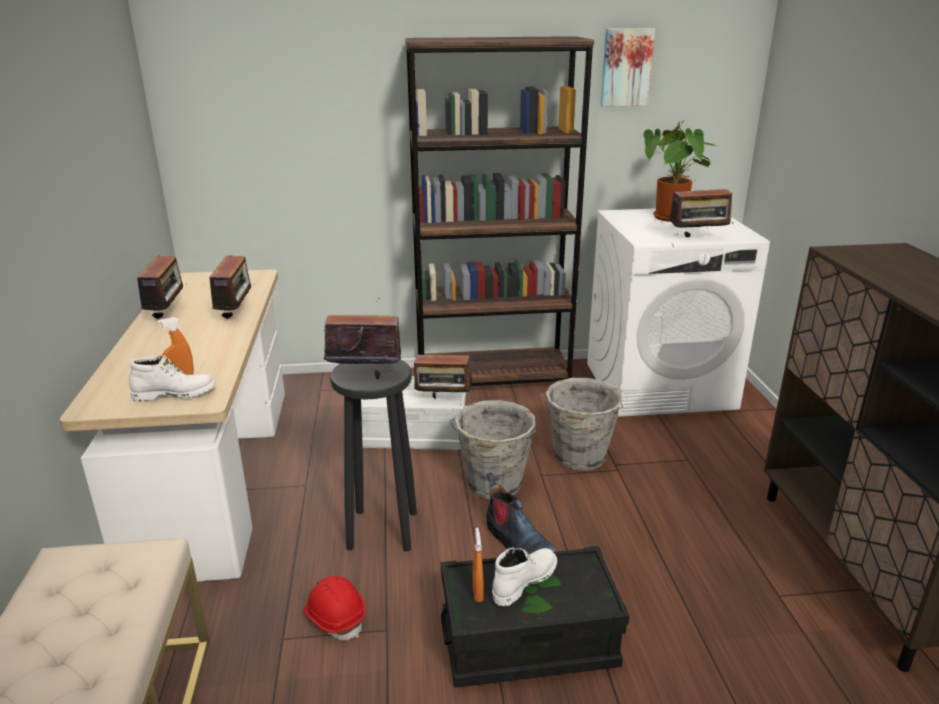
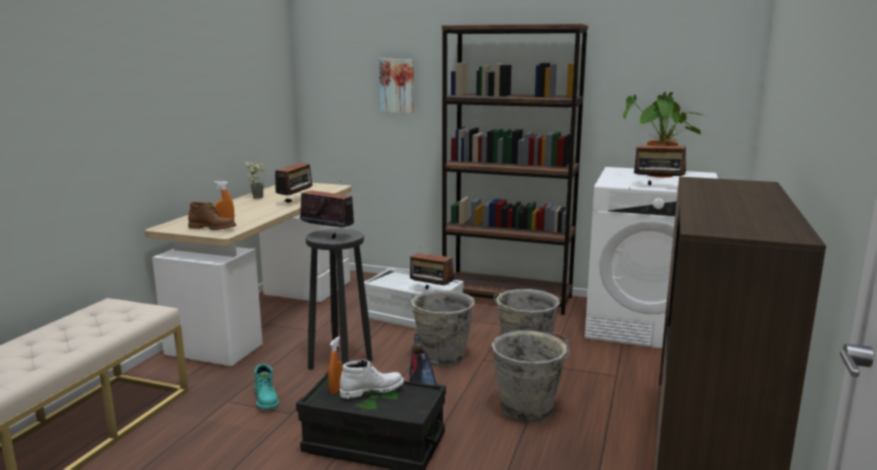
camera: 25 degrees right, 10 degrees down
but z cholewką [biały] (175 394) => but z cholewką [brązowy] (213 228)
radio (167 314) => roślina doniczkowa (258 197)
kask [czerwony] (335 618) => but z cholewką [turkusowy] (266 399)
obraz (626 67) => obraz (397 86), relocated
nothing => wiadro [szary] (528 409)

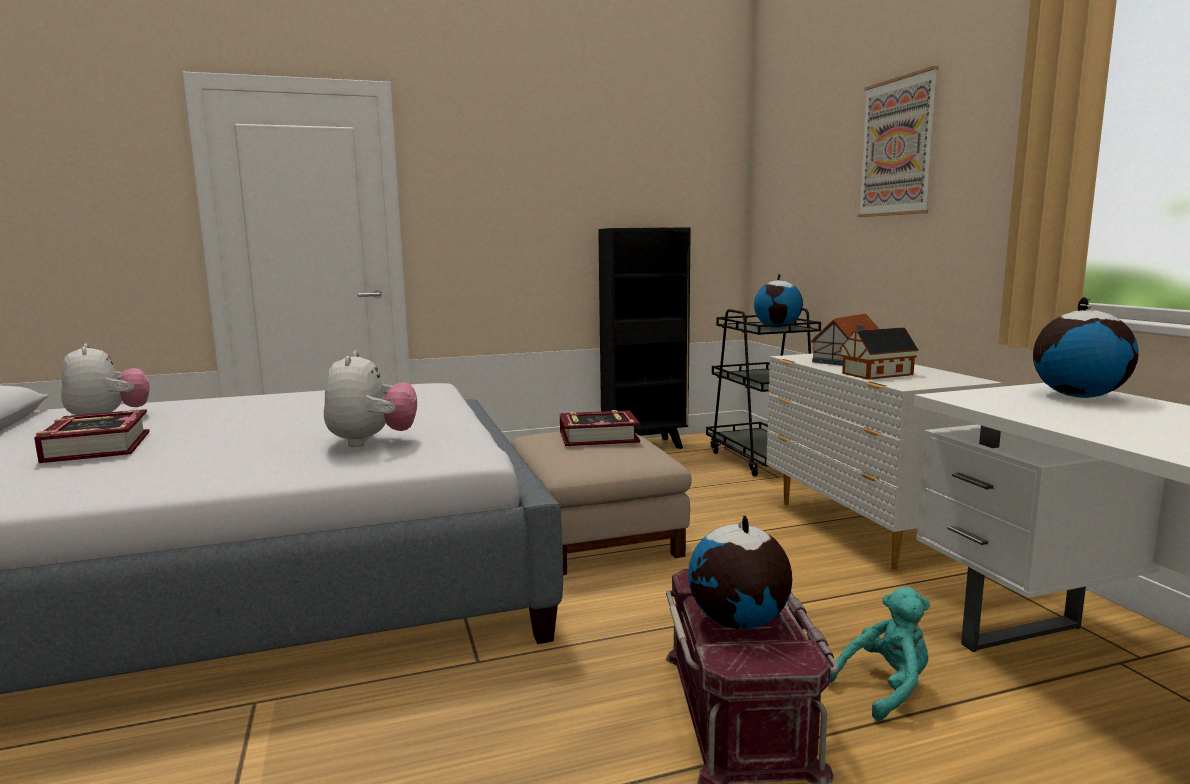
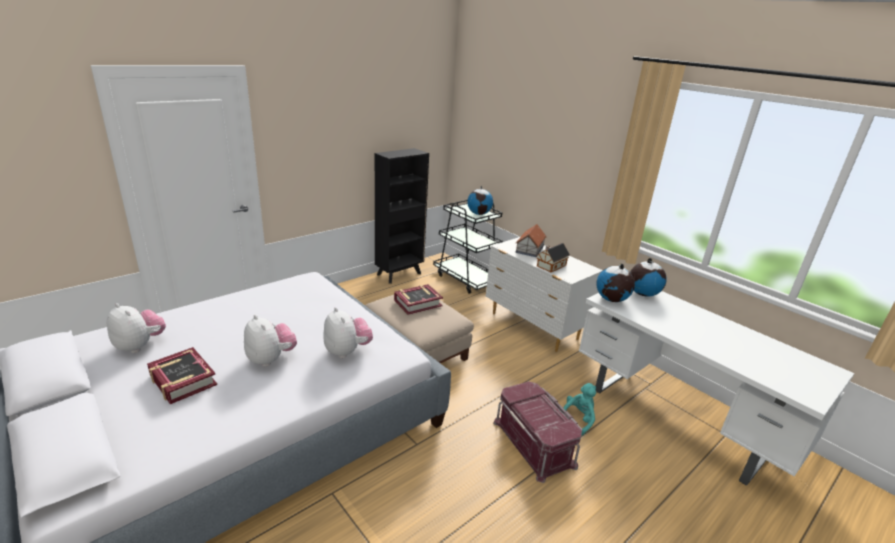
camera: 25 degrees left, 15 degrees up
globus (738 623) => globus (611 299), relocated
obraz (897 147) => nothing
nothing => pluszak (271 359)

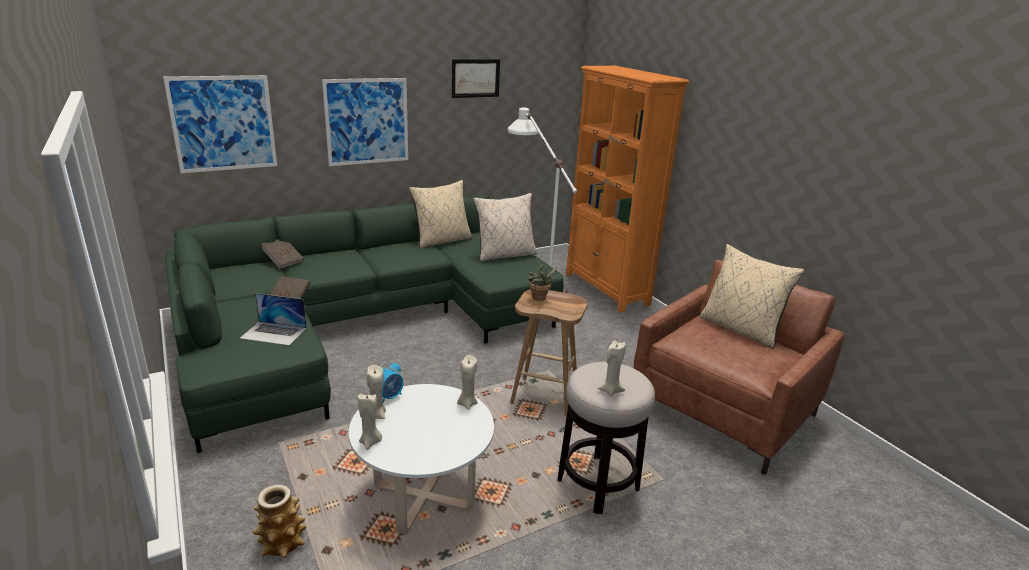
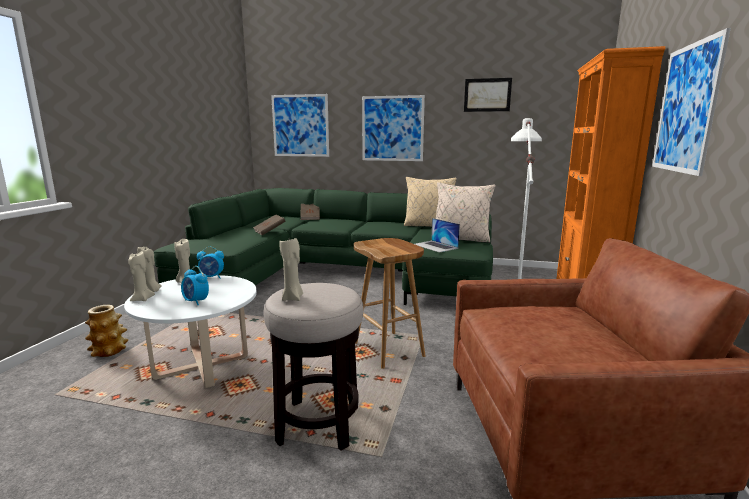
camera: 45 degrees right, 10 degrees down
laptop (274 333) => laptop (435 246), relocated
świeca [beżowy] (467 403) => świeca [beżowy] (142 299), relocated
roślina doniczkowa (540 299) => nothing
poduszka [beżowy] (740 329) => nothing
nothing => budzik (196 301)
nothing => obraz (686 108)

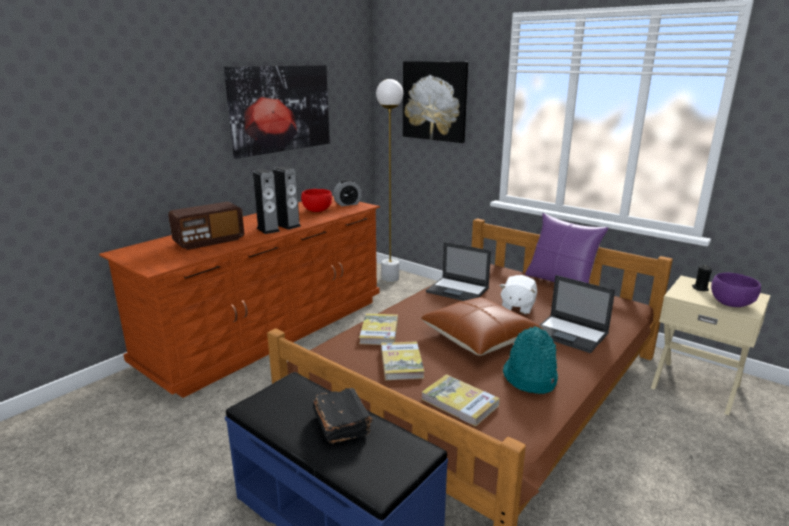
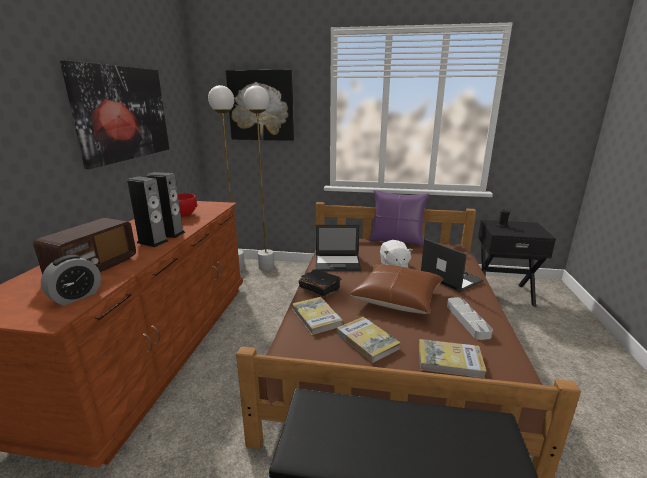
camera: 30 degrees left, 0 degrees up
książka [czarny] (342 424) => książka [czarny] (319 289), relocated
budzik (347 204) => budzik (76 296), relocated
kapelusz [turkusowy] (529 377) => taca [szary] (467 320)
laptop (570 334) => laptop (450 277), 135 degrees counterclockwise
szafka nocna [beżowy] (696 385) => szafka nocna [czarny] (502 293)
miska [fioletowy] (730 304) => nothing
nothing => lampa stojąca [biały] (266 267)

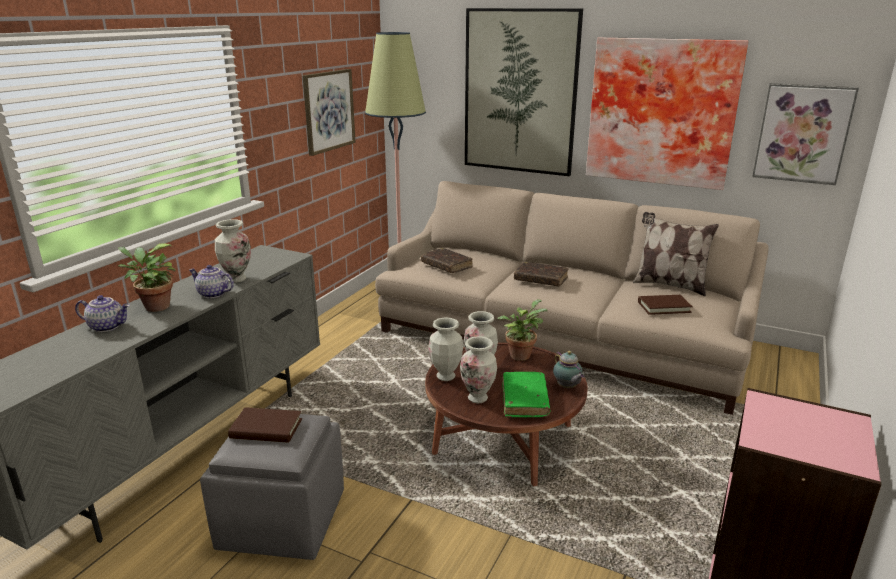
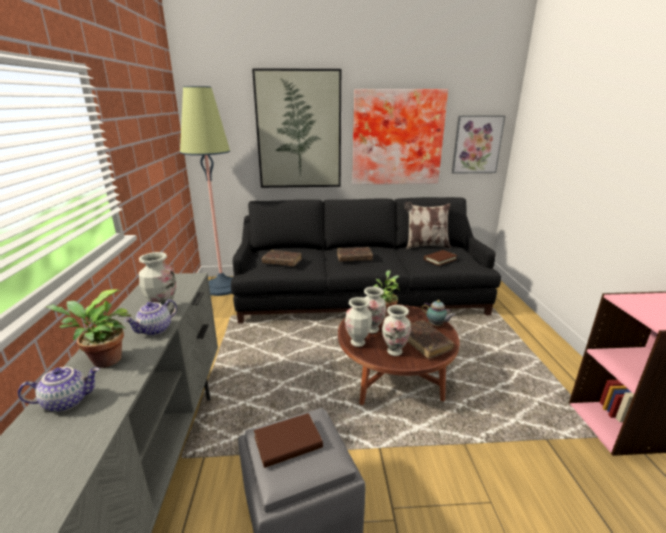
camera: 30 degrees left, 0 degrees up
imbryk (212 294) => imbryk (155 330), 45 degrees counterclockwise
obraz (328 111) => nothing
kanapa [beżowy] (560 338) => kanapa [czarny] (360 295)
książka [zielony] (525 400) => książka [brązowy] (425 343)

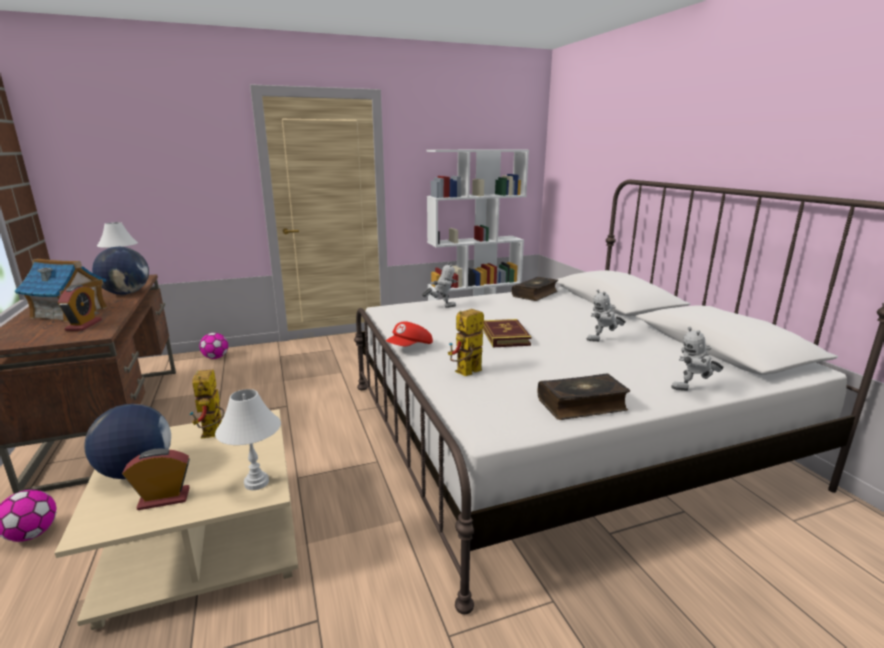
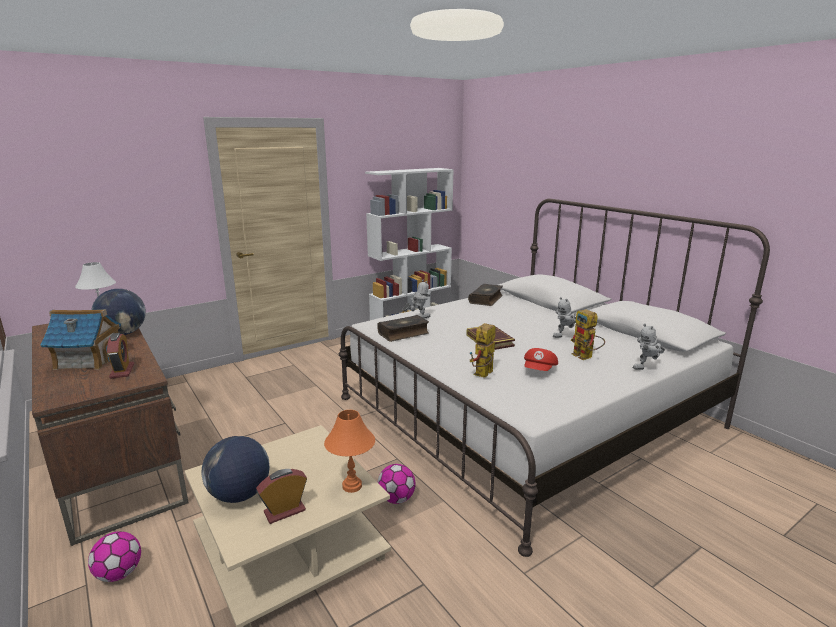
camera: 15 degrees left, 0 degrees up
robot zabawkowy (213 434) => robot zabawkowy (586 357), relocated
piłka futbolowa (216 357) => piłka futbolowa (396 499), relocated
lampa stołowa [biały] (256 482) => lampa stołowa [pomarańczowy] (351 486)
czapka z daszkiem [czerwony] (410 348) => czapka z daszkiem [czerwony] (539 370), relocated
książka (582 405) => książka (403 333), relocated

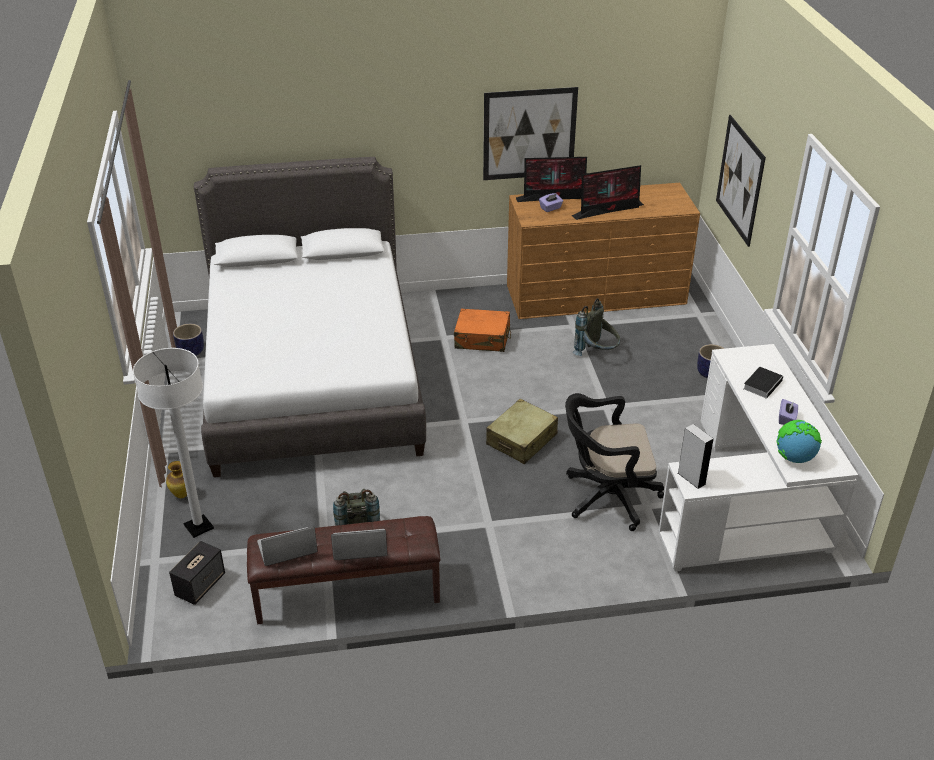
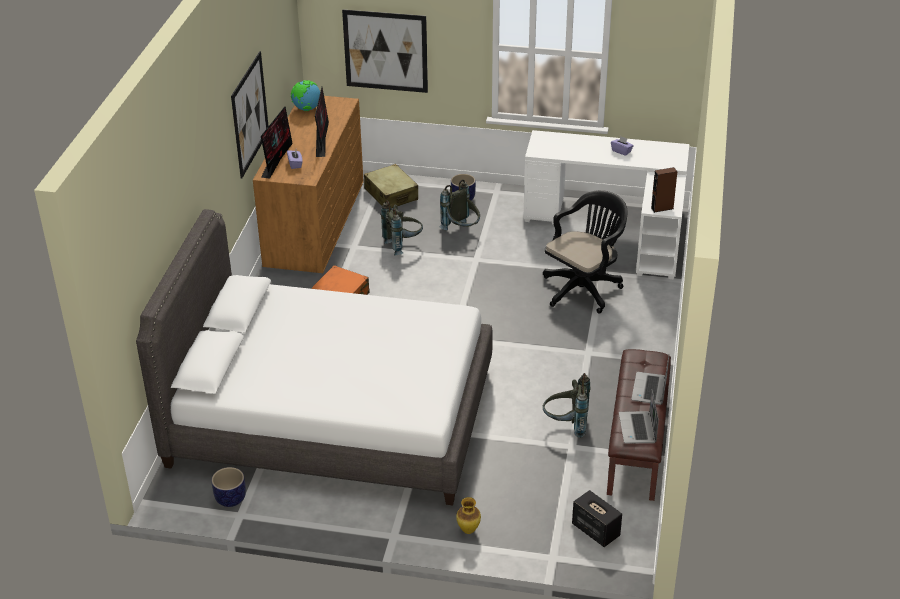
camera: 70 degrees left, 0 degrees up
lampa stojąca [biały] (198 527) => nothing
walizka [beżowy] (522 440) => walizka [beżowy] (391 194), relocated
krzesło biurowe [czarny] (606 497) => krzesło biurowe [czarny] (584 288), 150 degrees counterclockwise
głośnik [szary] (691 478) => głośnik [brązowy] (662 208)
książka (762 384) => nothing
globus (794 458) => globus (306 109), relocated
nothing => plecak [szary] (462 230)

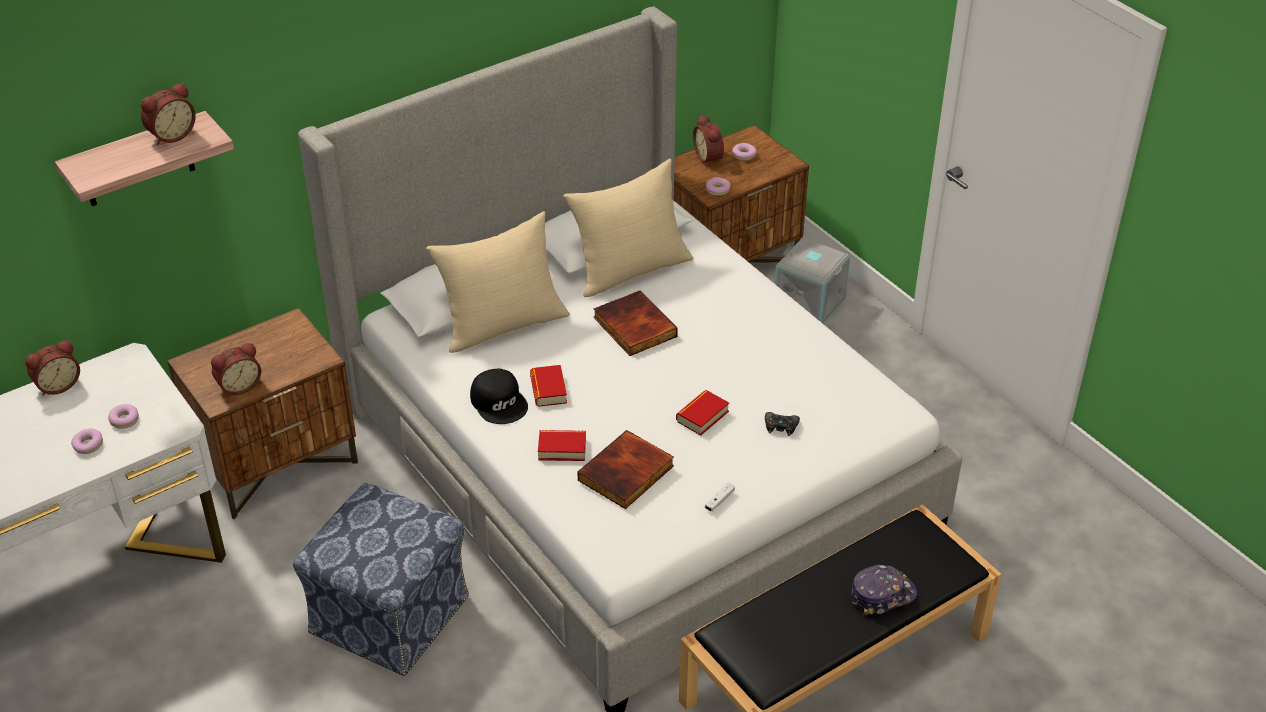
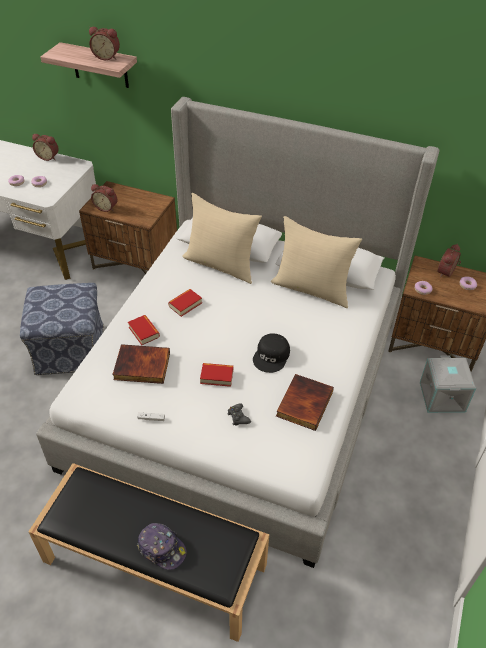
camera: 55 degrees right, 5 degrees up
czapka z daszkiem [czarny] (500 402) => czapka z daszkiem [czarny] (272 356), relocated
książka (633 327) => książka (303 403), relocated

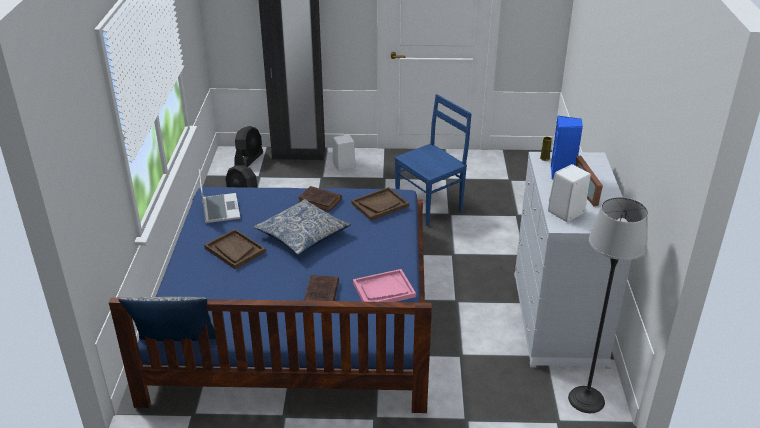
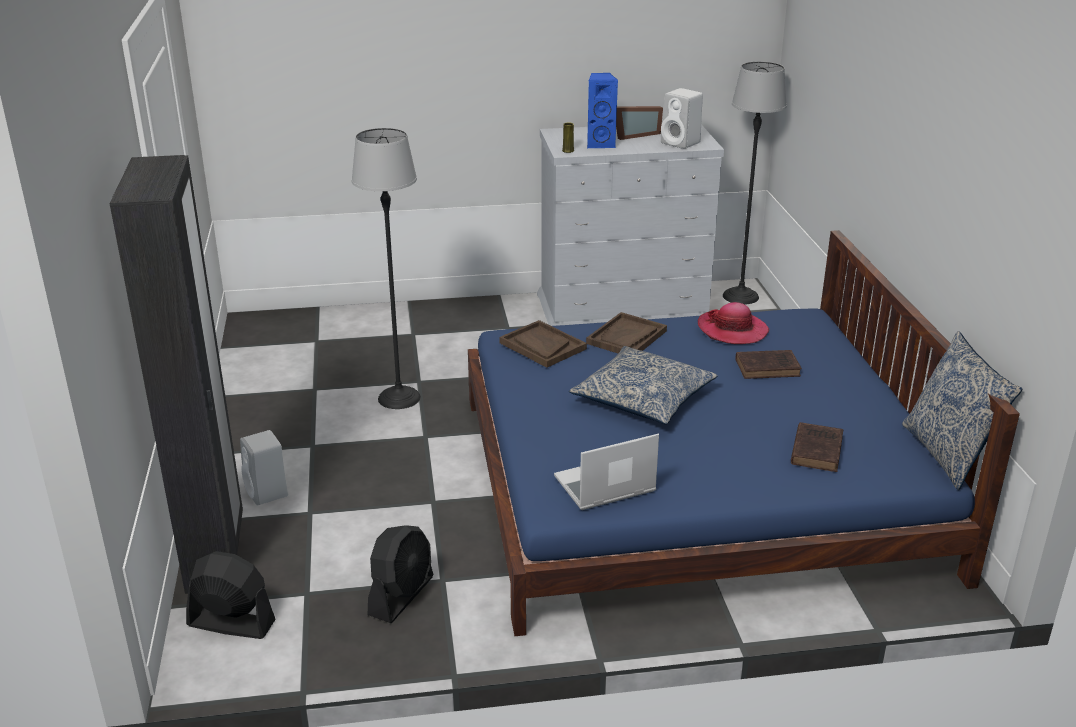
camera: 100 degrees left, 5 degrees down
taca [brązowy] (235 250) => taca [brązowy] (626 337), relocated
książka [brązowy] (321 201) => książka [brązowy] (816 450), relocated
taca [różowy] (383 290) => kapelusz (732 330)
krzesło [niebieski] (430 206) => lampa stojąca (399 397)

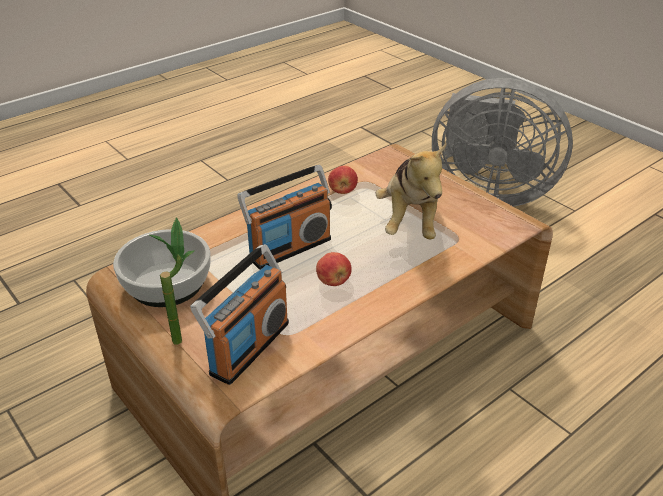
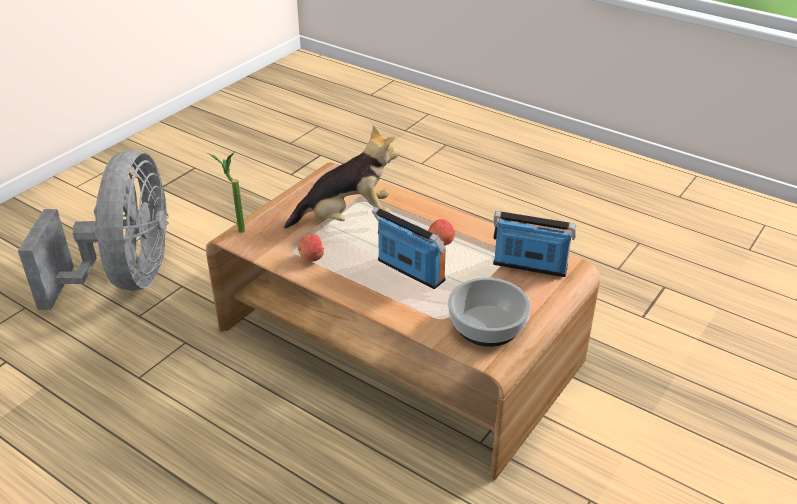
camera: 105 degrees left, 0 degrees up
roślina doniczkowa (184 335) => roślina doniczkowa (235 229), relocated

